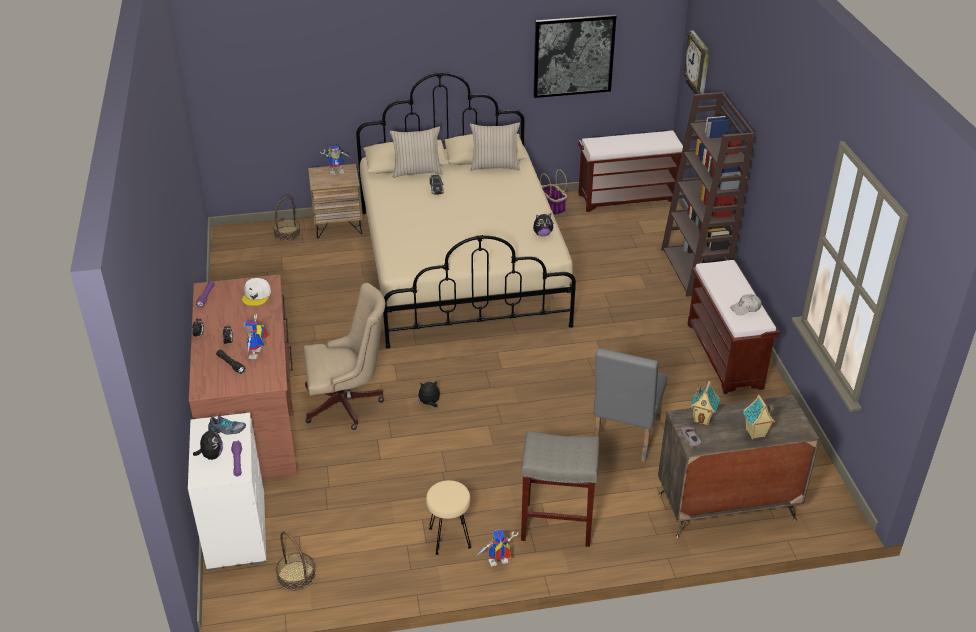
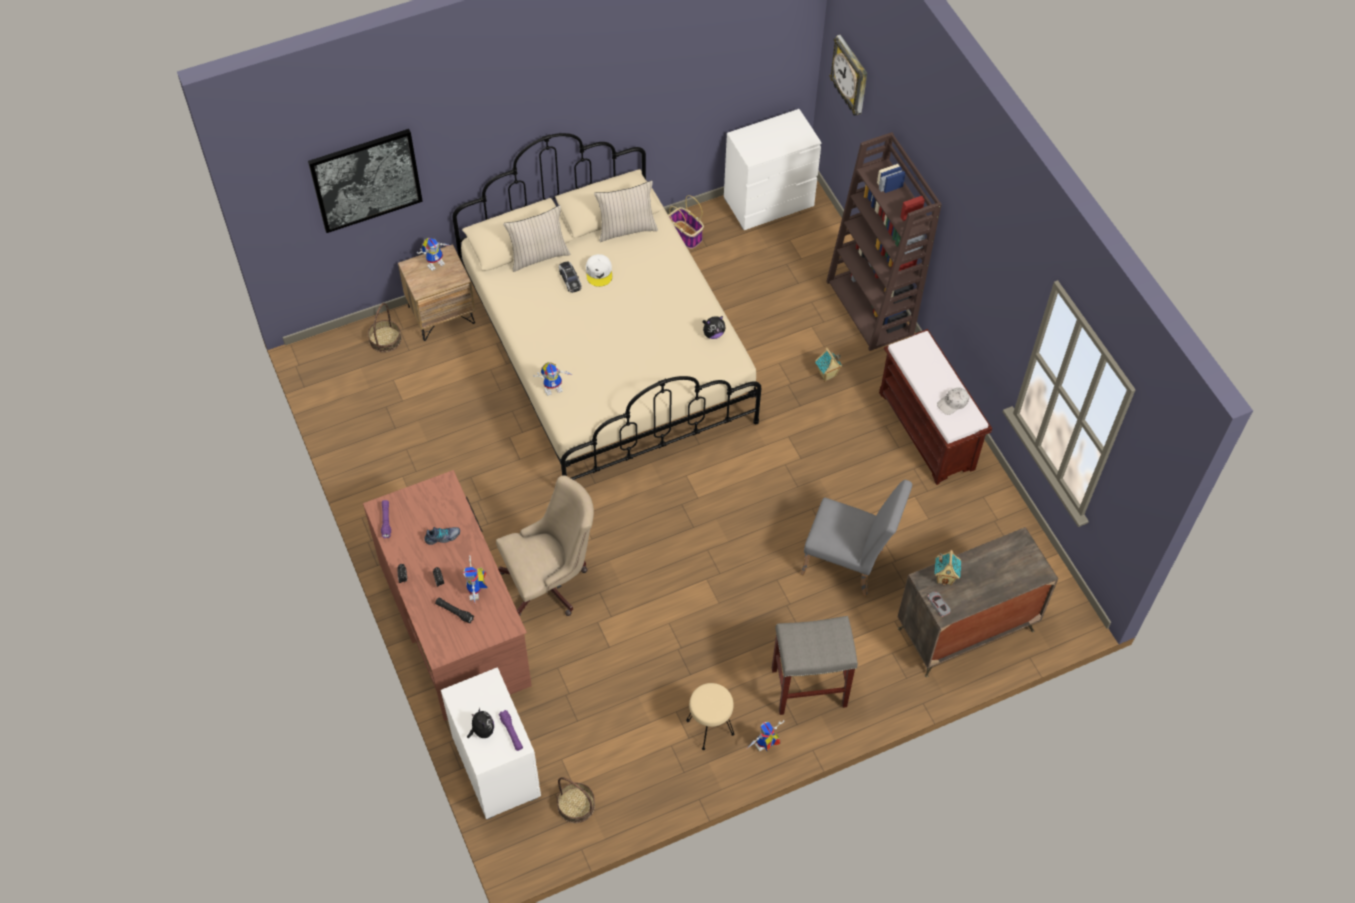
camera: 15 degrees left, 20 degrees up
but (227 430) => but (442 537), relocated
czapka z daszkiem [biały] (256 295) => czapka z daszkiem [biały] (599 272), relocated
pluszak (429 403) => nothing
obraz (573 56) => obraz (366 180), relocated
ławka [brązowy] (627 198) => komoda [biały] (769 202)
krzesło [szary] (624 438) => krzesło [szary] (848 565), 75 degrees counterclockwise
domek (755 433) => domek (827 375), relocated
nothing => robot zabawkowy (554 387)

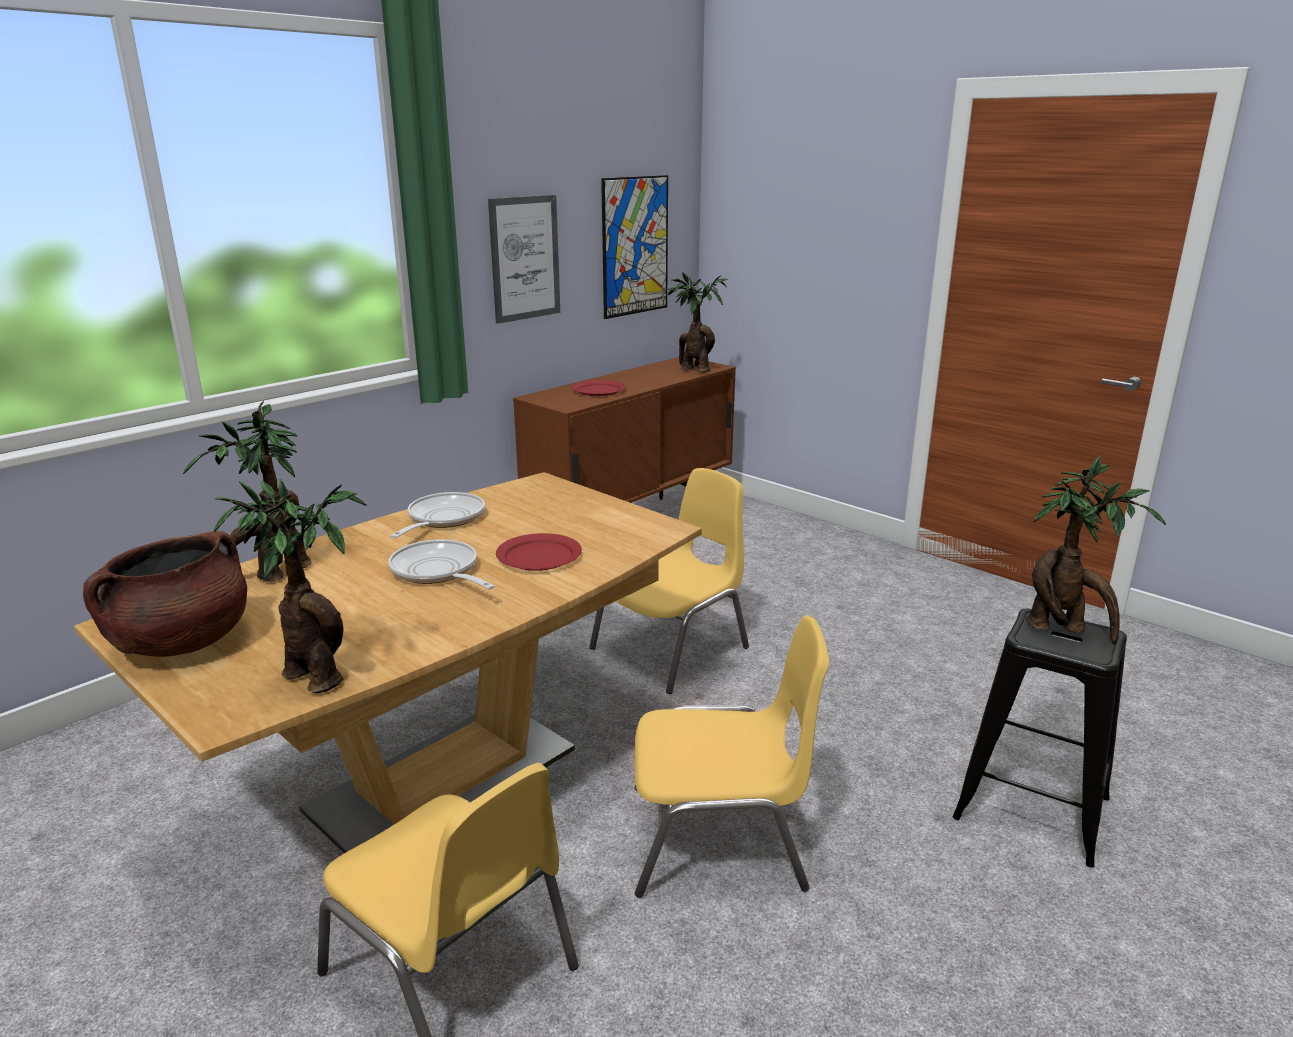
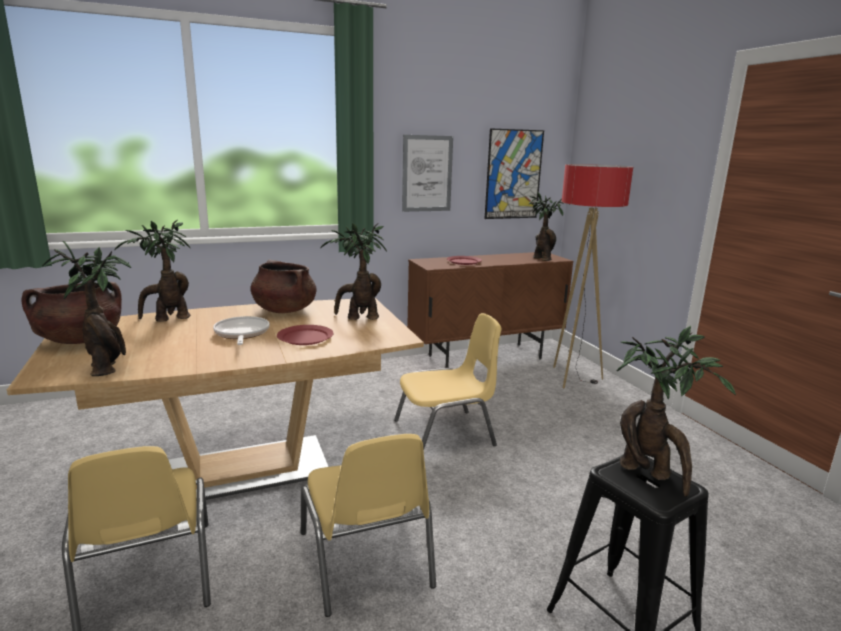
camera: 25 degrees right, 5 degrees down
patelnia (442 519) => garnek [brązowy] (284 310)
krzesło [żółty] (719 839) => krzesło [żółty] (366 560), 45 degrees clockwise
nothing => roślina doniczkowa (358 318)
nothing => lampa stojąca (573 378)

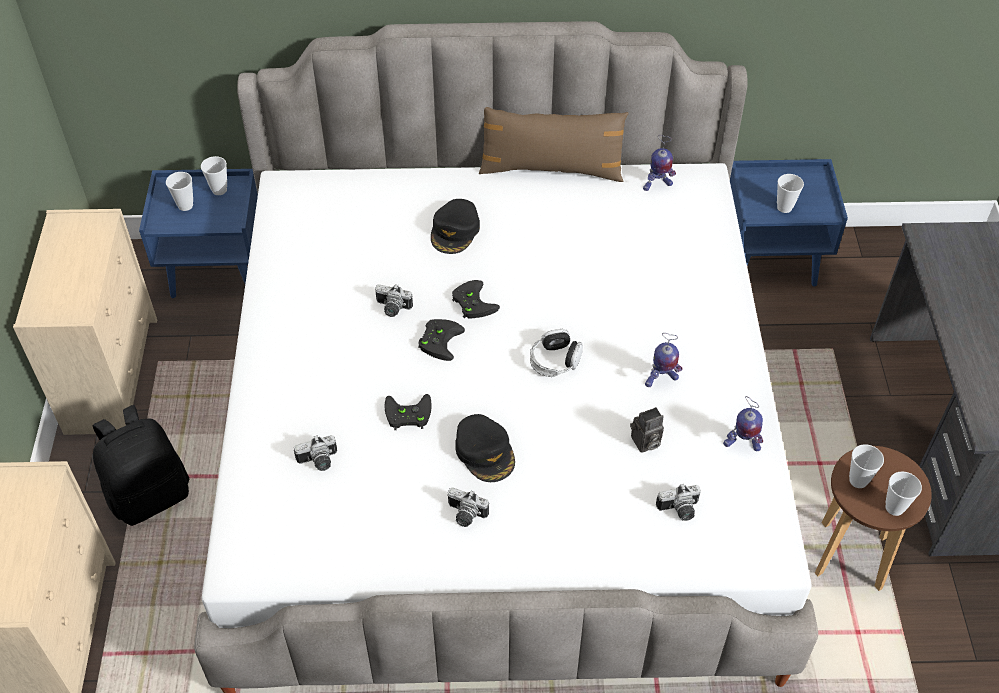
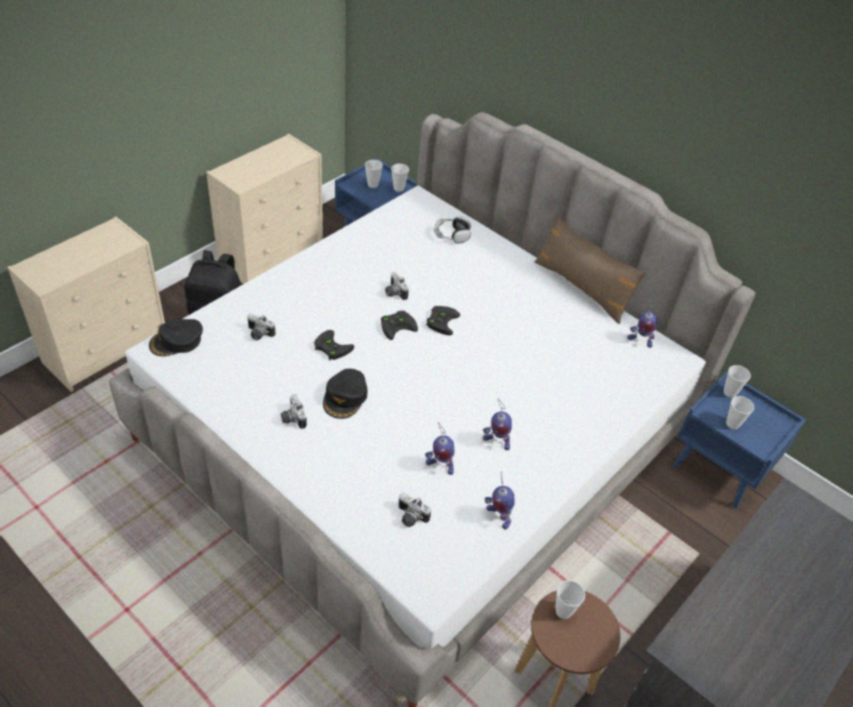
camera: 40 degrees right, 5 degrees down
czapka z daszkiem [czarny] (455 231) => czapka z daszkiem [czarny] (176 341), relocated
słuchawki (555 361) => słuchawki (452 235), relocated
aparat fotograficzny (645 443) => robot zabawkowy (439 466)
filiżanka (894 507) => filiżanka (729 392), relocated

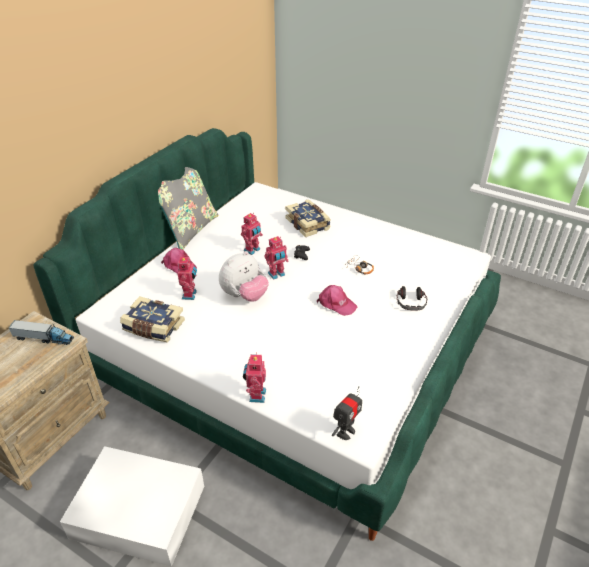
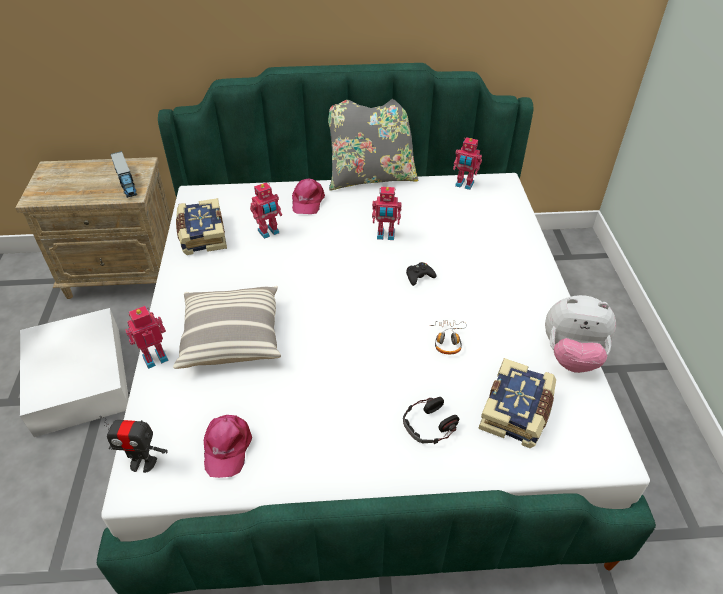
camera: 55 degrees right, 5 degrees up
pluszak (244 295) => pluszak (571 356), relocated
robot zabawkowy (277 274) => robot zabawkowy (464 185), relocated
książka (308 224) => książka (517 411), relocated
czapka z daszkiem [różowy] (336 303) => czapka z daszkiem [różowy] (227 447), relocated
nothing => poduszka (231 337)

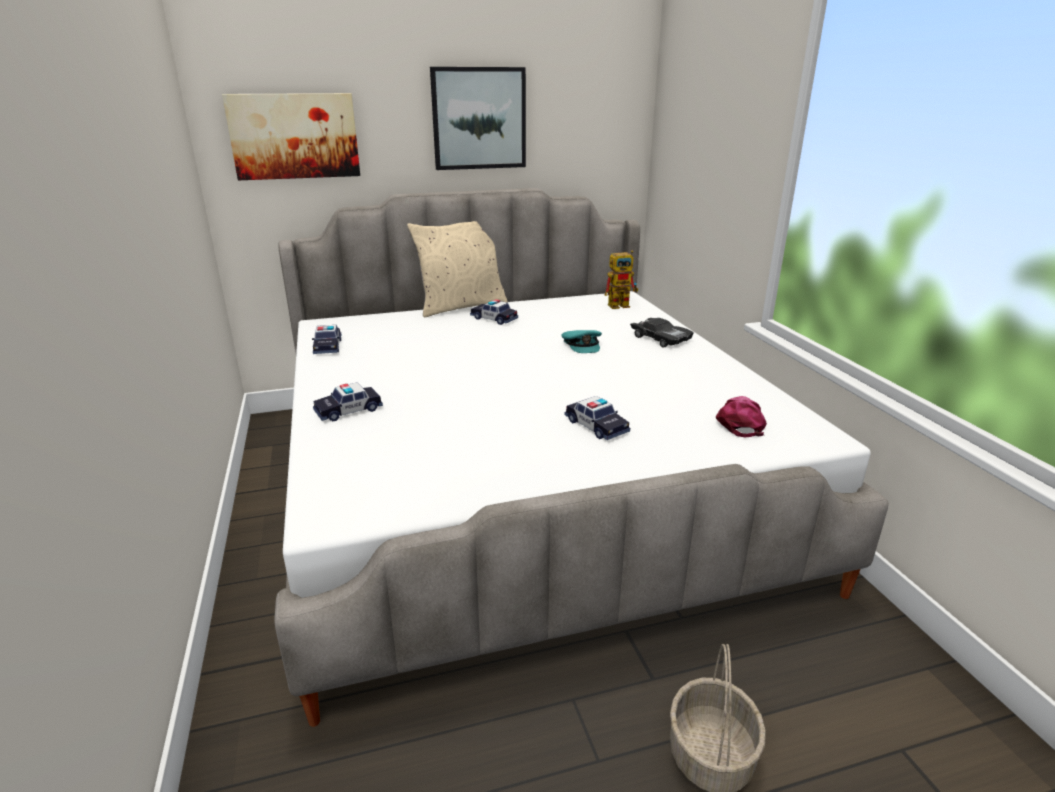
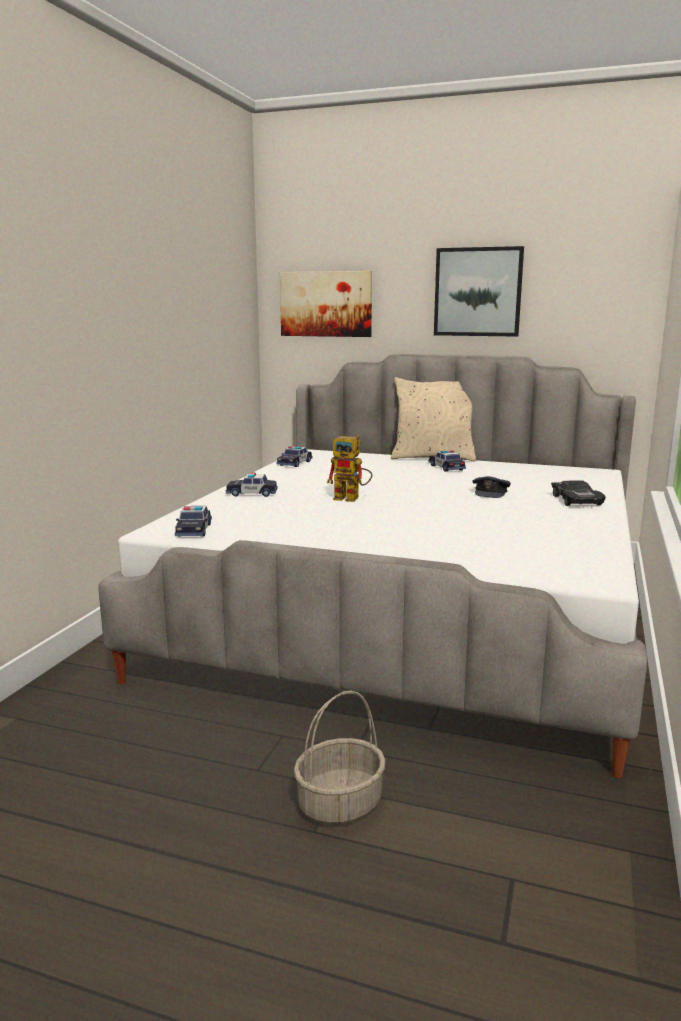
camera: 35 degrees right, 10 degrees down
czapka z daszkiem [turkusowy] (582 345) => czapka z daszkiem [szary] (490 492)
samochodzik (596 426) => samochodzik (194 530), relocated
robot zabawkowy (622 305) => robot zabawkowy (352 498), relocated
czapka z daszkiem [różowy] (740 422) => nothing

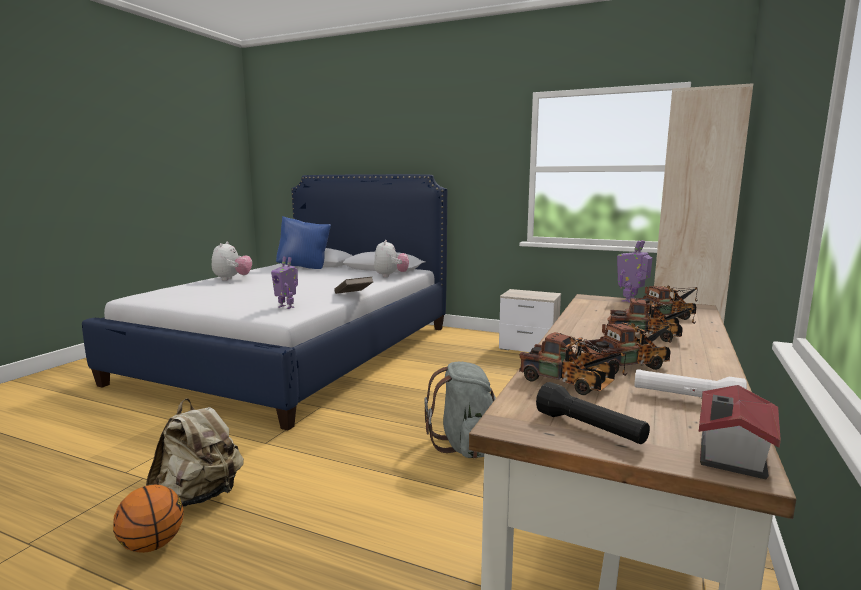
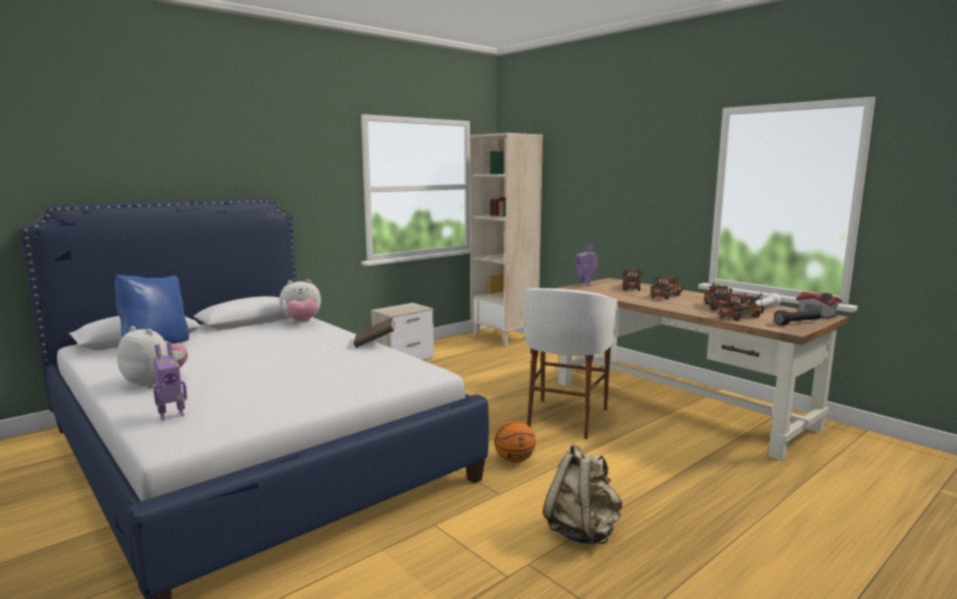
camera: 65 degrees left, 0 degrees up
piłka do koszykówki (152 545) => piłka do koszykówki (514 460), relocated
robot zabawkowy (287 307) => robot zabawkowy (172 415), relocated
pluszak (391 276) => pluszak (302 323), 135 degrees clockwise
plecak [szary] (465 445) => stołek [biały] (565 419)

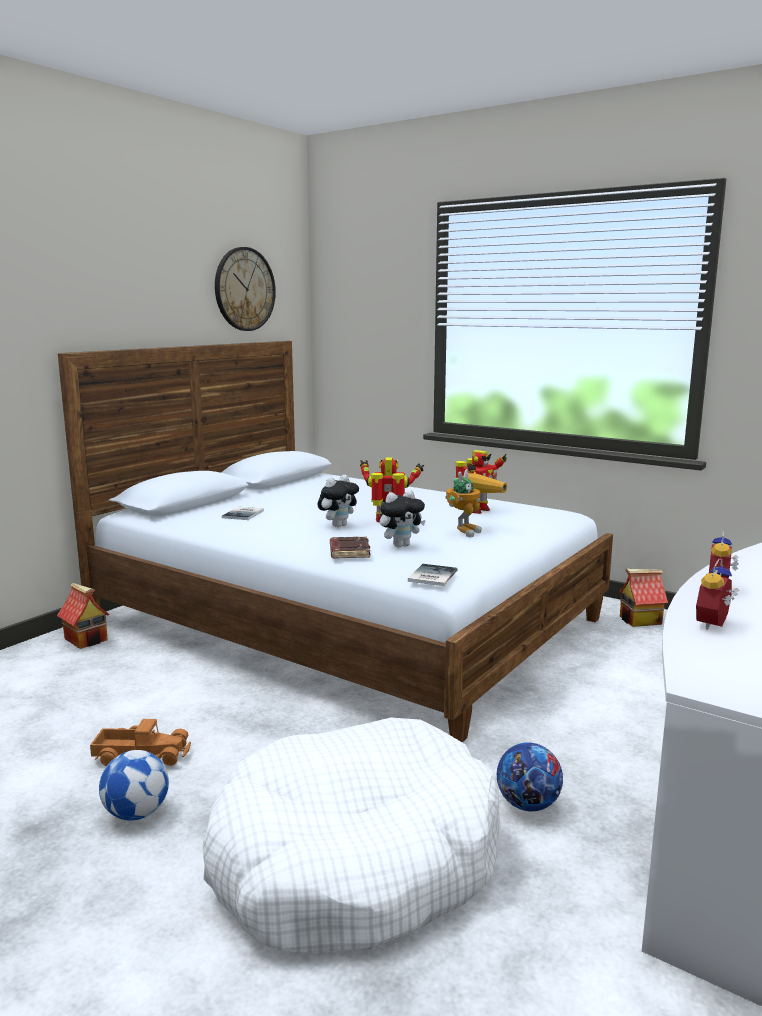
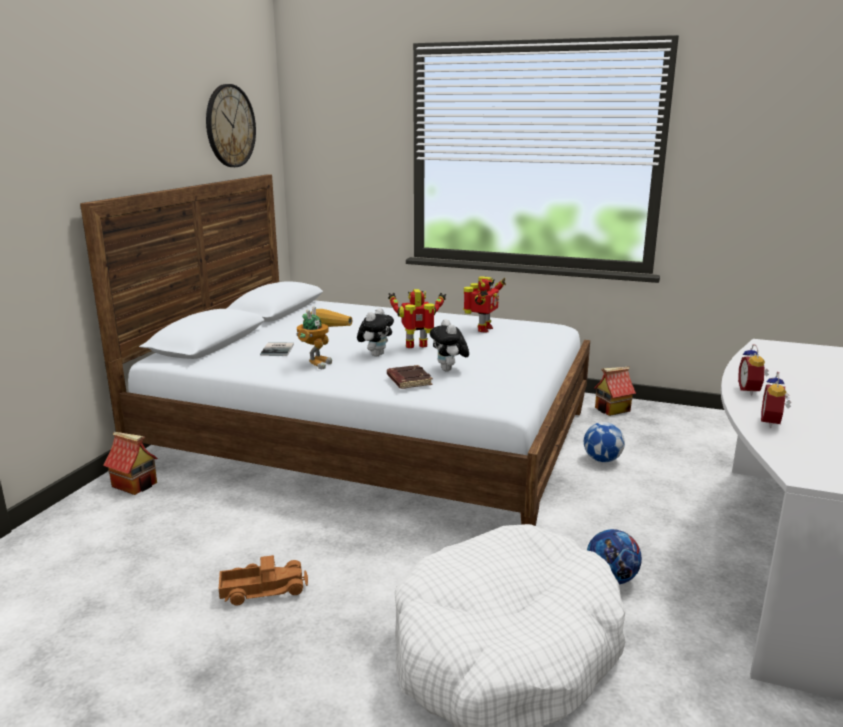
camera: 15 degrees left, 5 degrees up
piłka futbolowa (136 813) => piłka futbolowa (602 459), relocated
pluszak (401 545) => pluszak (449 370), 120 degrees clockwise
książka (430 576) => nothing
robot zabawkowy (469 530) => robot zabawkowy (321 361), relocated

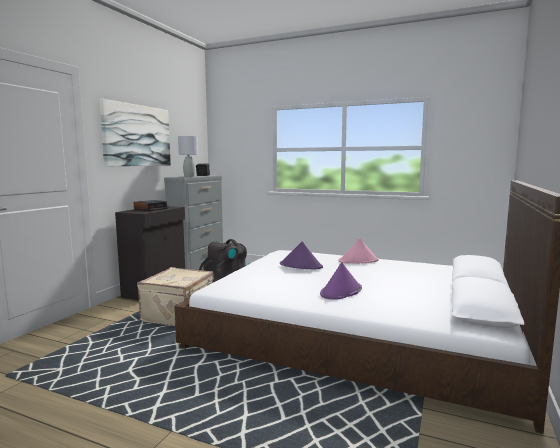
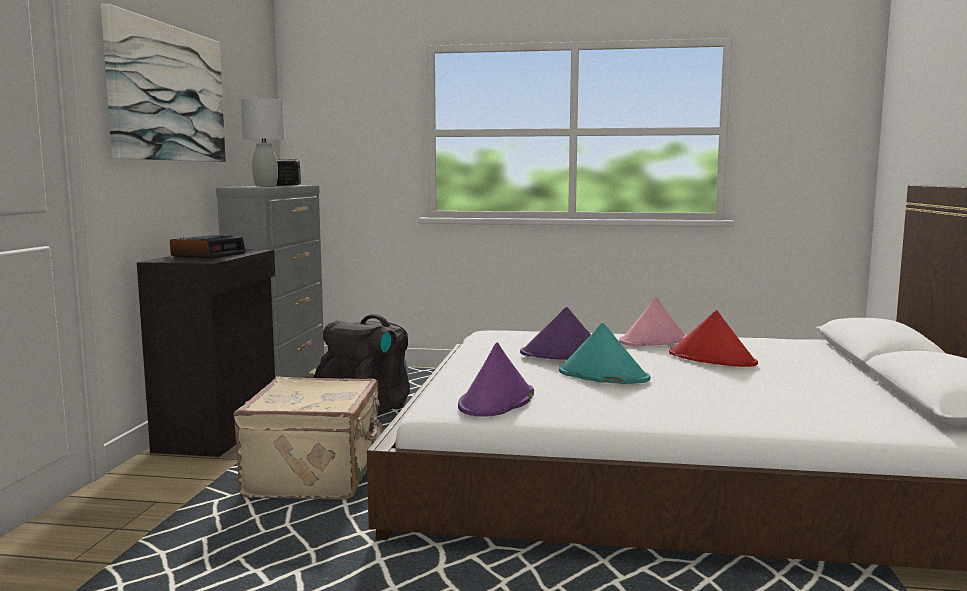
camera: 15 degrees left, 0 degrees up
kapelusz [fioletowy] (341 291) => kapelusz [fioletowy] (496 401), relocated
nothing => kapelusz [turkusowy] (602 375)
nothing => kapelusz [czerwony] (712 359)

